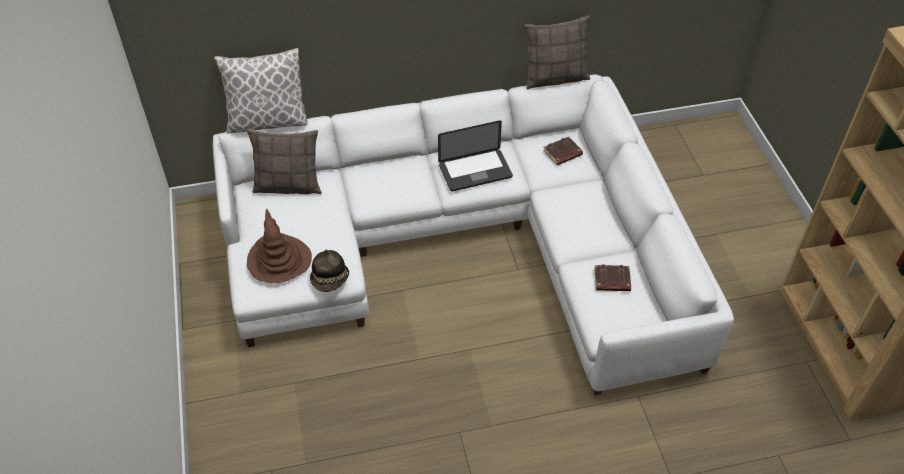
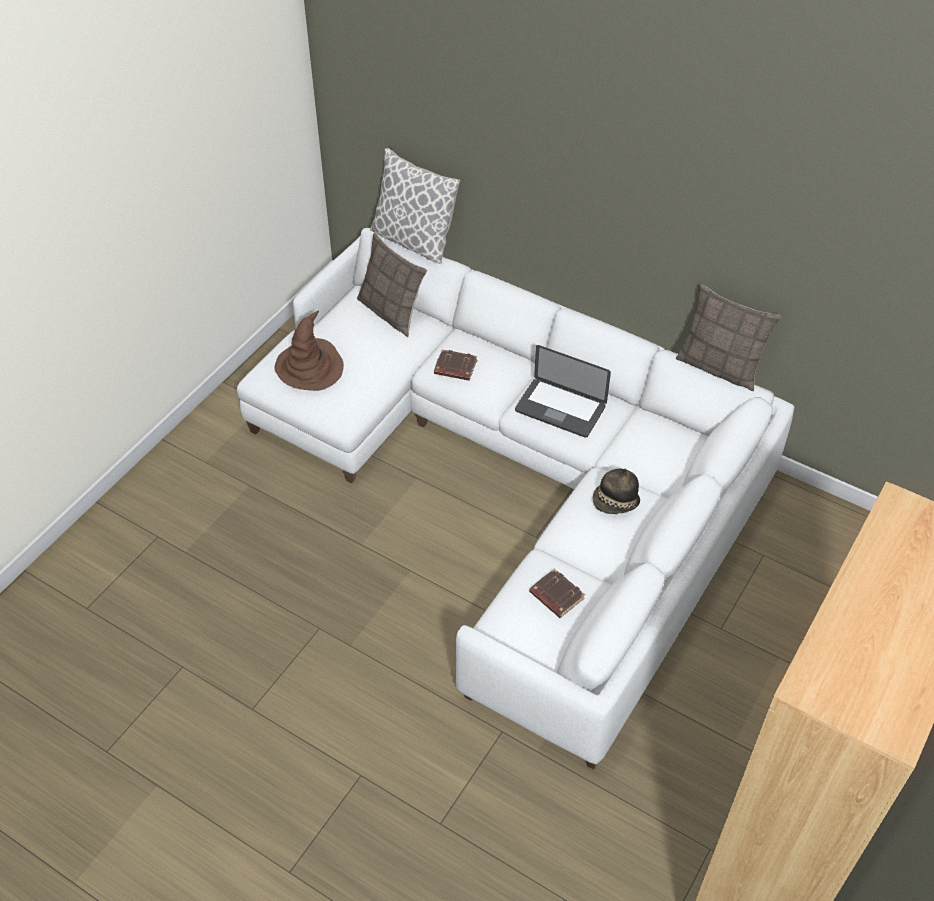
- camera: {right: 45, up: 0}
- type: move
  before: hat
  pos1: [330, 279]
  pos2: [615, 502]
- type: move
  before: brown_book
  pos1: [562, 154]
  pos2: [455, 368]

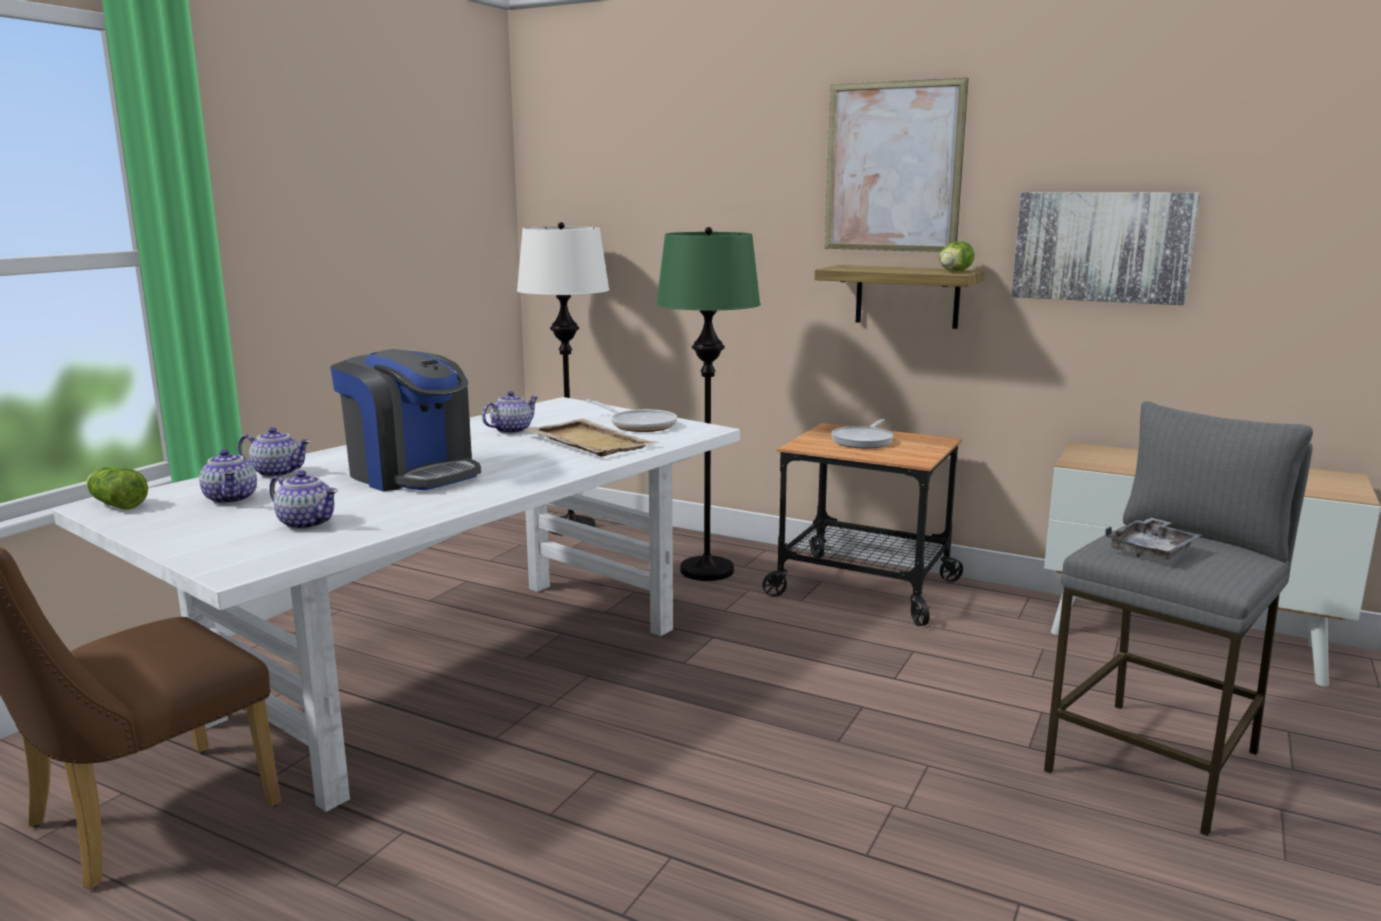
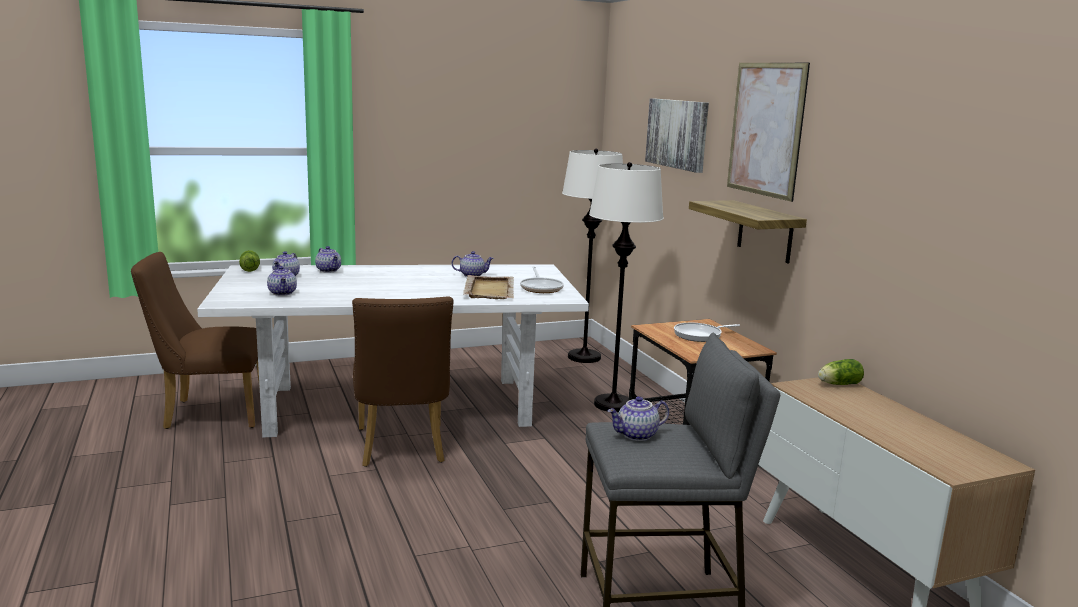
- camera: {right: 40, up: 0}
- type: delete
  before: coffee_machine
  pos1: [412, 474]
- type: insert
  after: brown_chair
  pos2: [401, 449]
- type: move
  before: lettuce
  pos1: [953, 271]
  pos2: [837, 384]
- type: move
  before: picture
  pos1: [1101, 247]
  pos2: [677, 134]
- type: replace
  before: grey_tray
  after: teapot
  pos1: [1152, 550]
  pos2: [637, 435]
- type: recolor
  before: green_floor_lamp
  after: white_floor_lamp
  pos1: [707, 570]
  pos2: [613, 404]

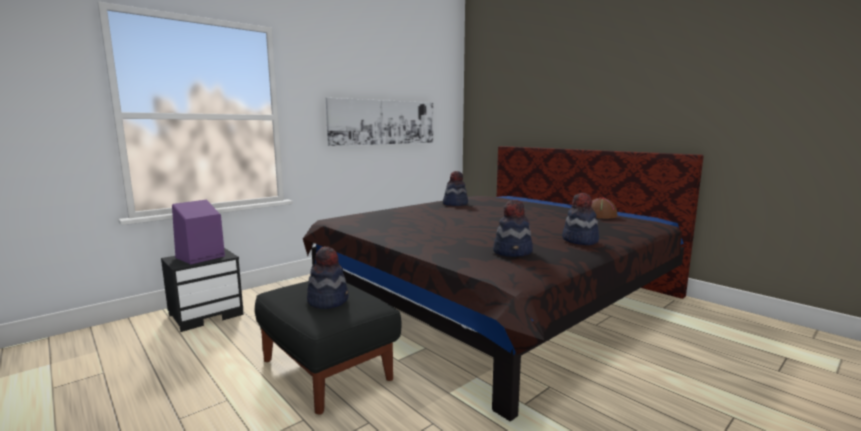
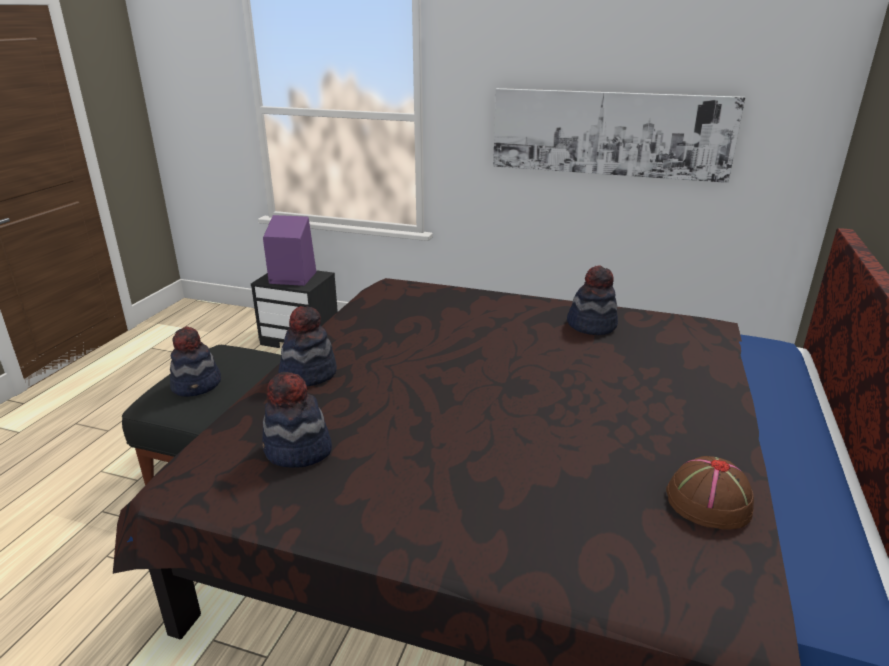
- camera: {right: 60, up: 15}
- type: move
  before: hat
  pos1: [579, 240]
  pos2: [308, 374]

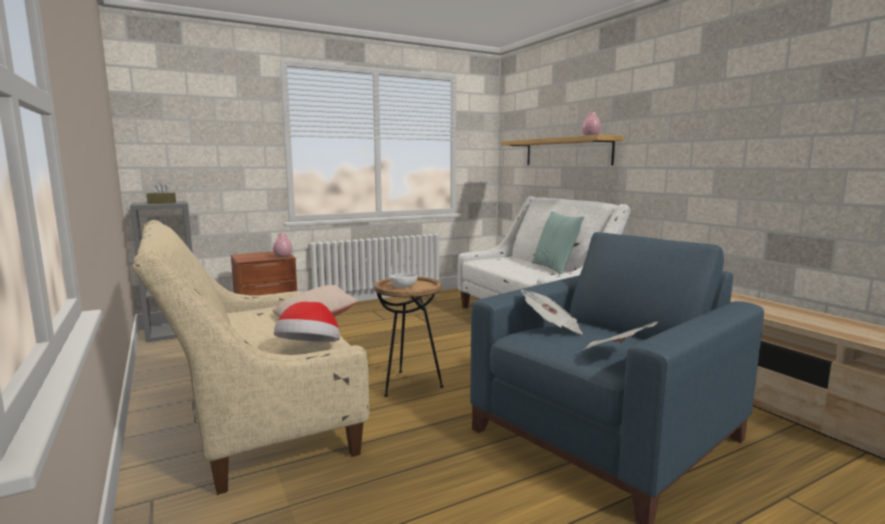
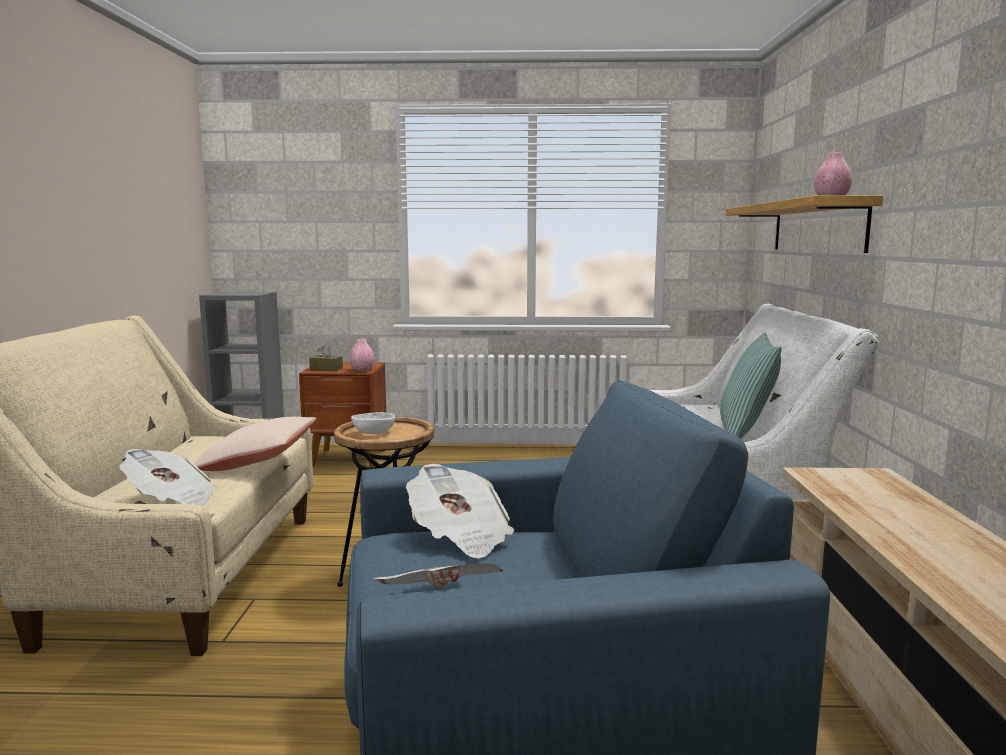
- camera: {right: 30, up: 0}
- type: move
  before: brown_tissue_box
  pos1: [162, 203]
  pos2: [326, 369]
- type: replace
  before: hat
  after: newspaper
  pos1: [309, 350]
  pos2: [172, 500]

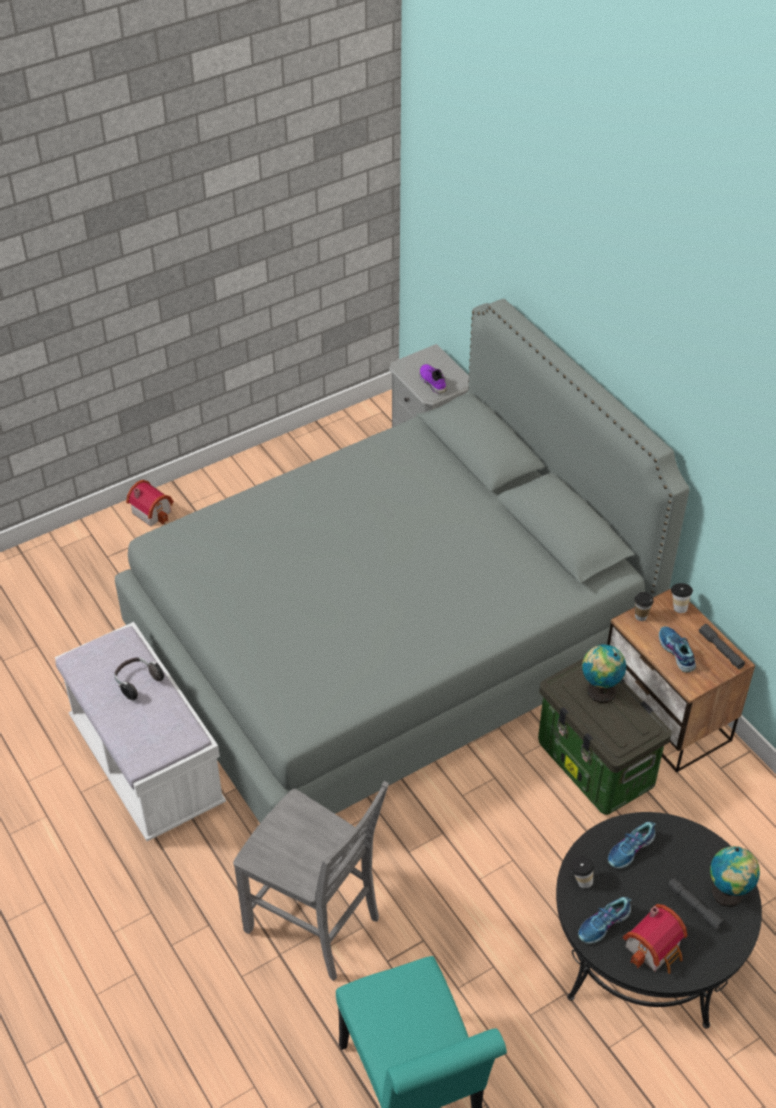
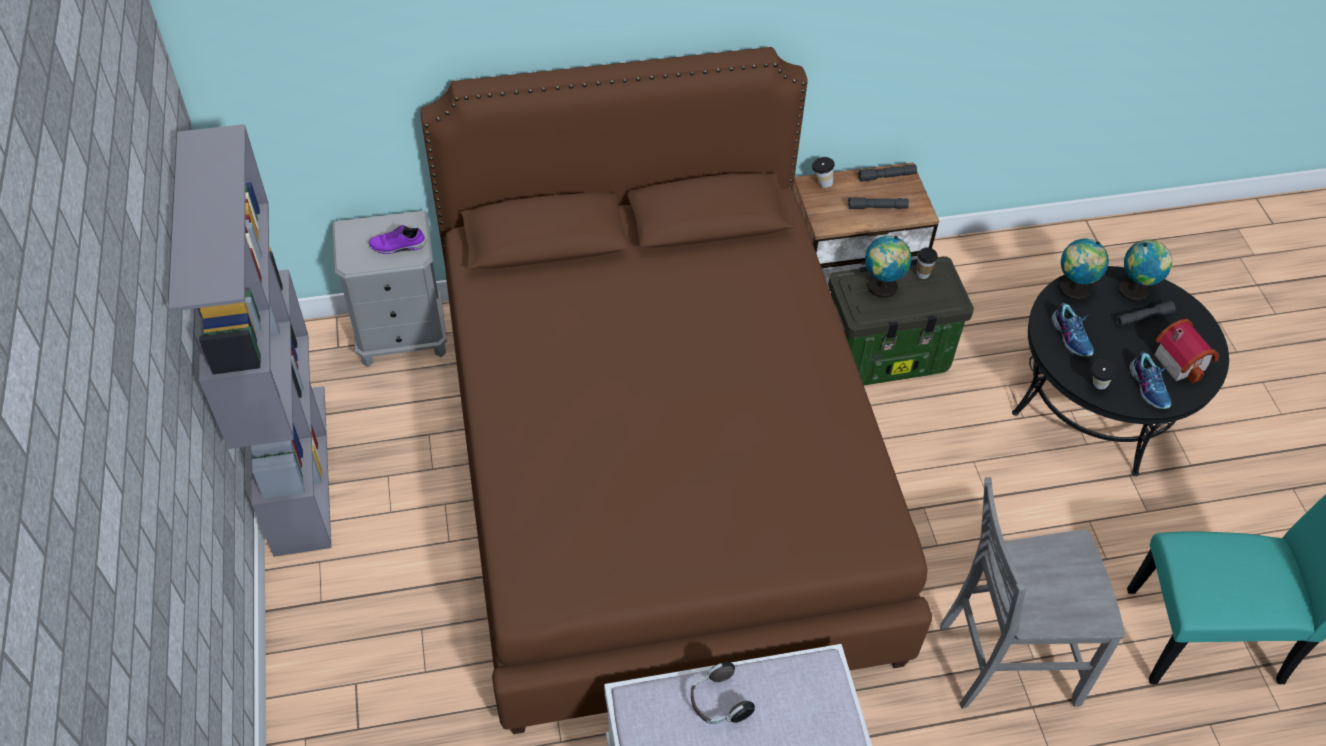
- camera: {right: -70, up: 5}
- type: delete
  before: toy_house
  pos1: [152, 511]
- type: insert
  after: grey_bookcase
  pos2: [298, 467]
- type: insert
  after: globe
  pos2: [1072, 290]
- type: move
  before: cup
  pos1: [640, 616]
  pos2: [923, 274]
- type: replace
  before: shoe
  after: grey_flashlight
  pos1: [676, 652]
  pos2: [877, 207]
- type: recolor
  before: grey_bed
  after: brown_bed
  pos1: [388, 645]
  pos2: [659, 470]
- type: rotate
  before: grey_chair
  pos1: [315, 925]
  pos2: [1004, 661]
  turn: -150

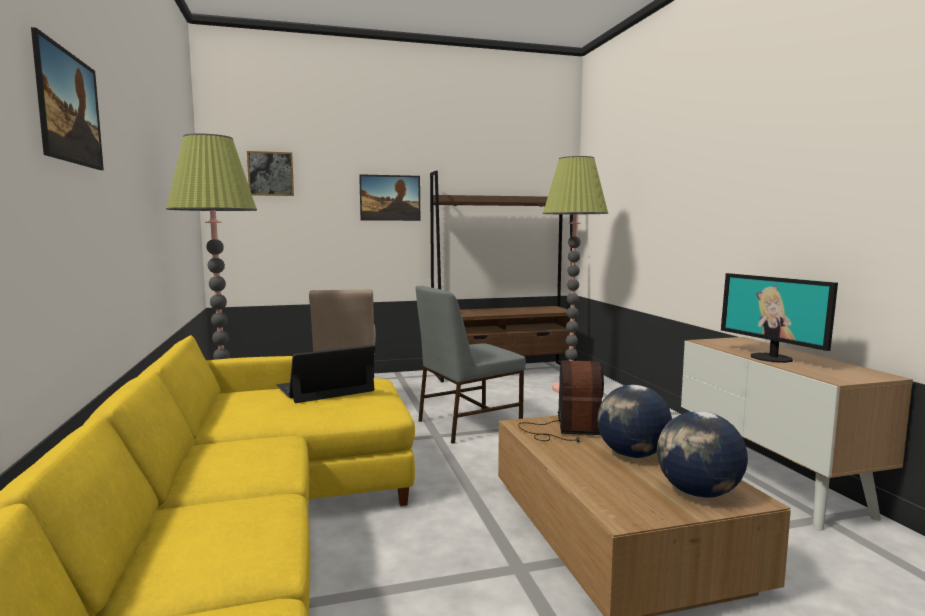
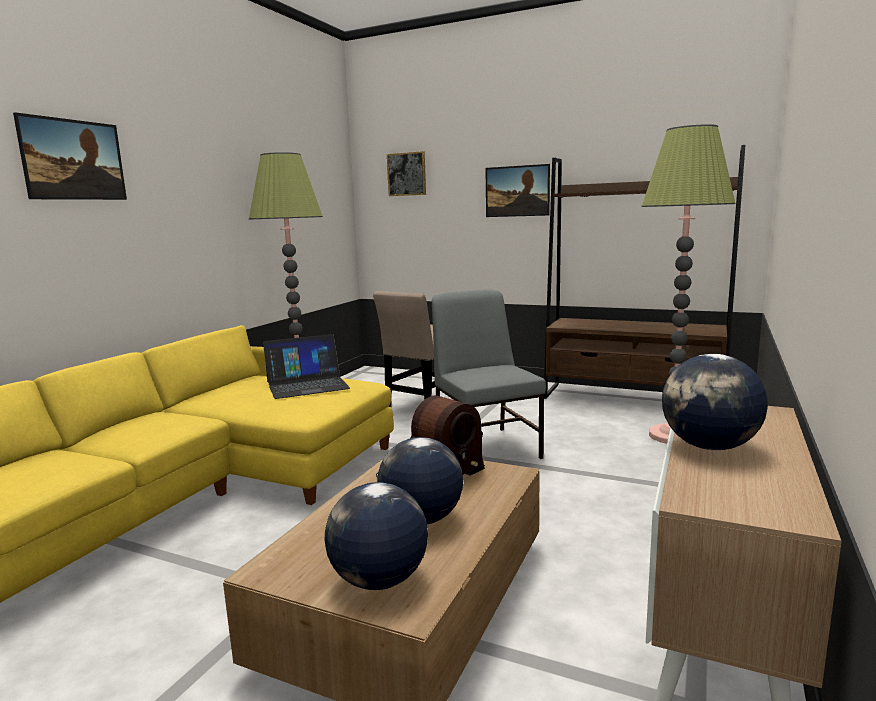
- camera: {right: 40, up: 5}
- type: replace
  before: monitor
  after: globe
  pos1: [772, 358]
  pos2: [710, 447]
- type: rotate
  before: laptop
  pos1: [325, 388]
  pos2: [307, 385]
  turn: 150
- type: rotate
  before: grey_chair
  pos1: [467, 424]
  pos2: [486, 448]
  turn: 60

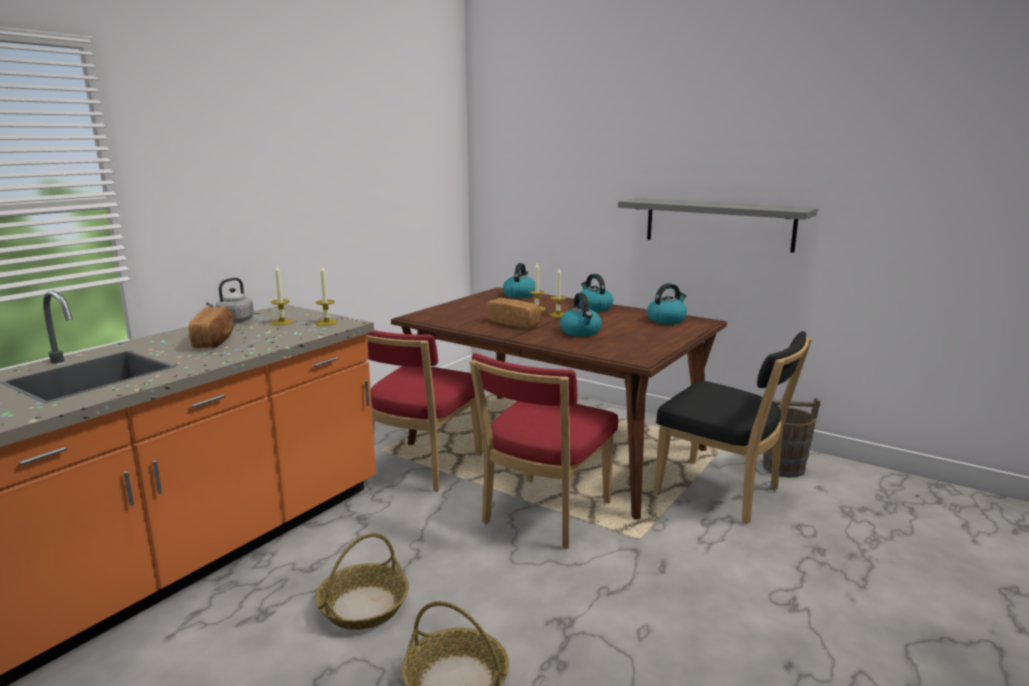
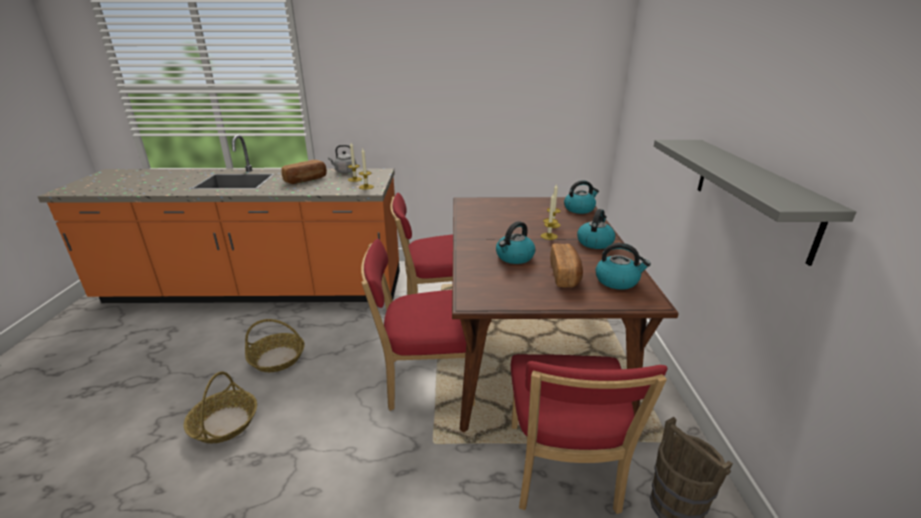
- camera: {right: 55, up: 10}
- type: move
  before: bread
  pos1: [514, 323]
  pos2: [565, 275]
- type: recolor
  before: black_chair
  after: red_chair
  pos1: [722, 493]
  pos2: [562, 472]

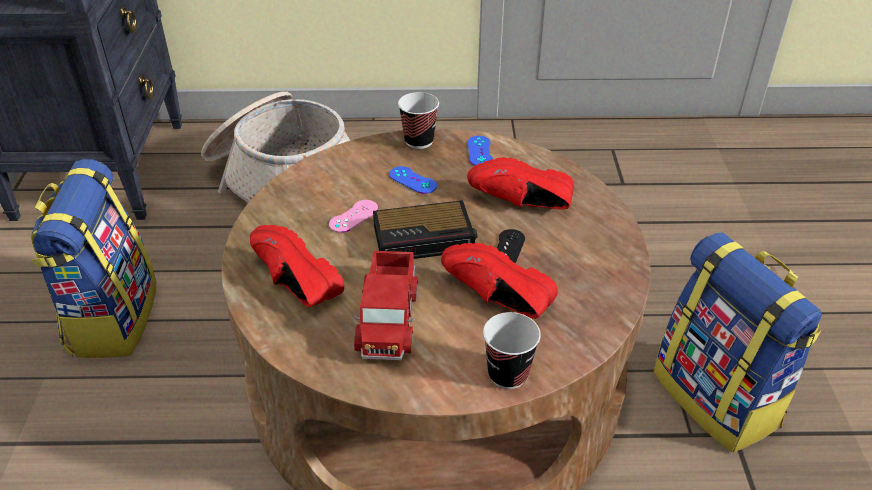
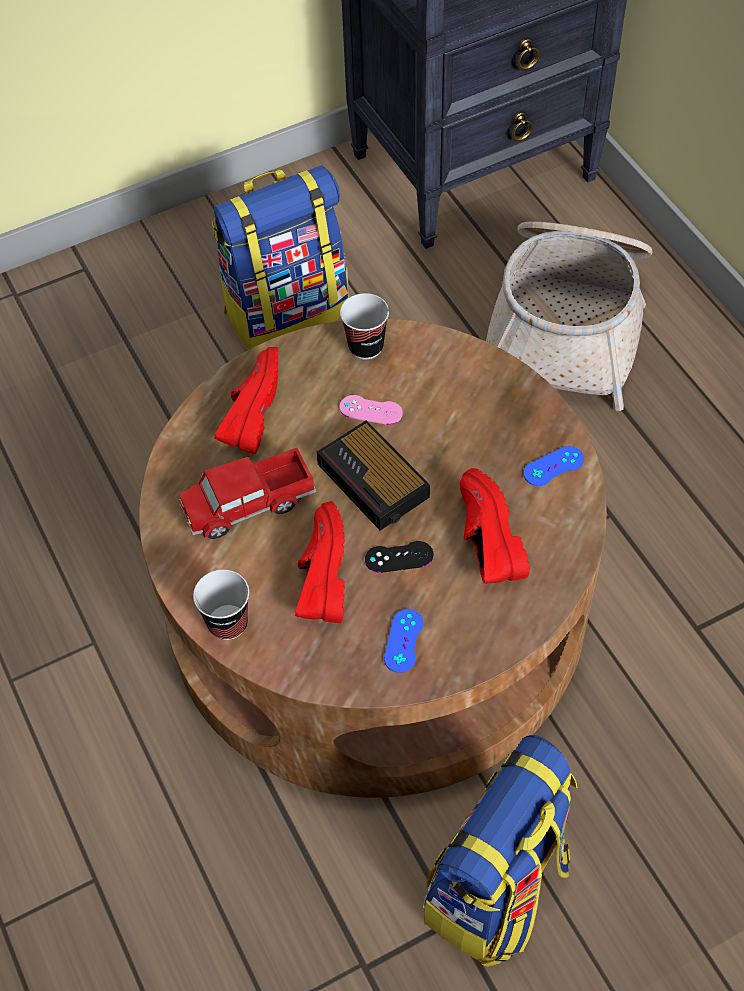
- camera: {right: 65, up: 15}
- type: move
  before: blue_game_controller
  pos1: [412, 180]
  pos2: [403, 641]
- type: move
  before: cup
  pos1: [419, 141]
  pos2: [365, 347]

